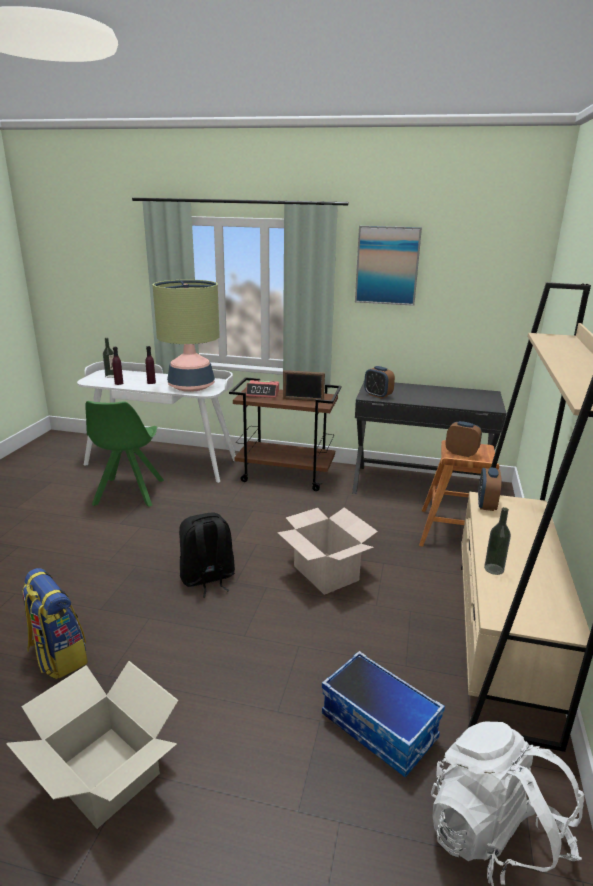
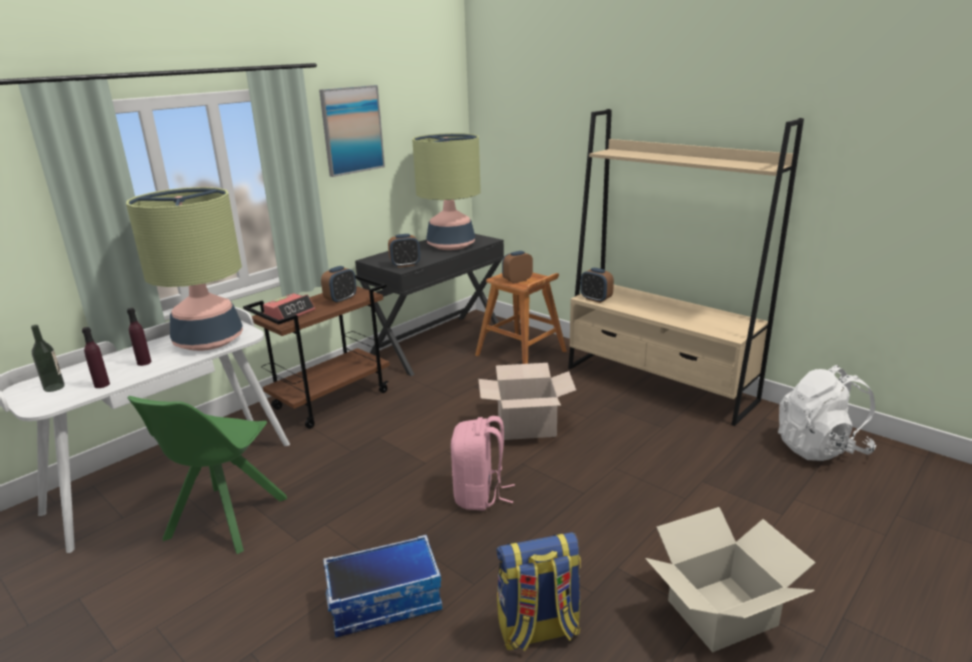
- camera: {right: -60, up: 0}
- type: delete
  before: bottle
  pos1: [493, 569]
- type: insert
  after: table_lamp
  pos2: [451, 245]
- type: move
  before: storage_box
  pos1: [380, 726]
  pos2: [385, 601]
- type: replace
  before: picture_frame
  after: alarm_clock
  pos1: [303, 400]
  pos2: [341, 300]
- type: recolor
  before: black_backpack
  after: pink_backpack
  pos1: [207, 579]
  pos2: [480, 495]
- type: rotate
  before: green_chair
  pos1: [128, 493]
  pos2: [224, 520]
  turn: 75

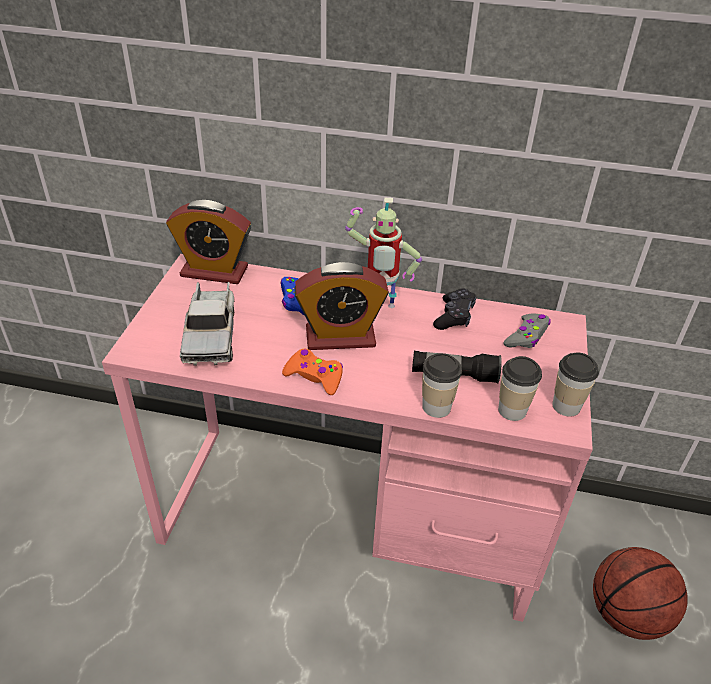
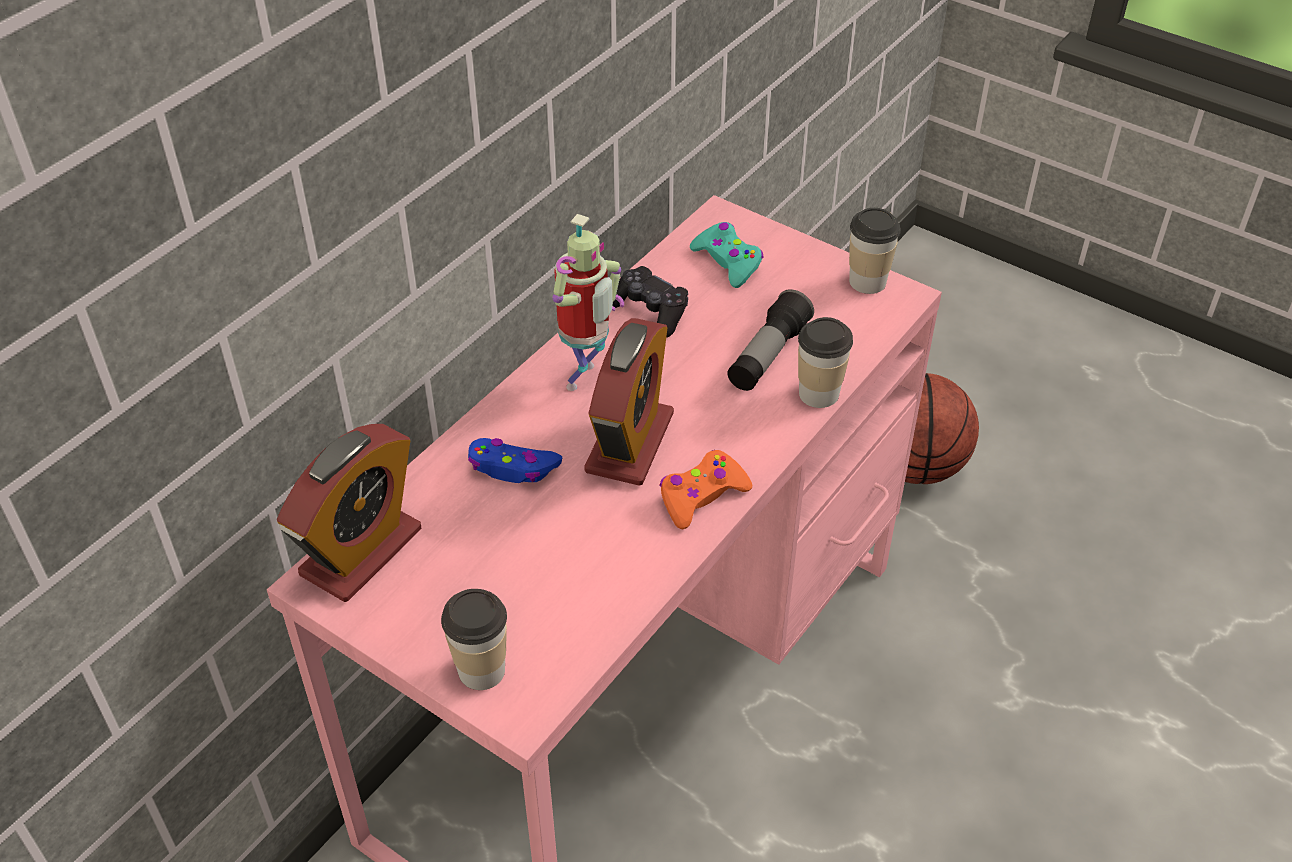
- camera: {right: -65, up: 5}
- type: delete
  before: toy_truck
  pos1: [211, 334]
- type: move
  before: cup
  pos1: [512, 410]
  pos2: [481, 670]
- type: recolor
  before: grey_game_controller
  after: turquoise_game_controller
  pos1: [527, 336]
  pos2: [728, 261]

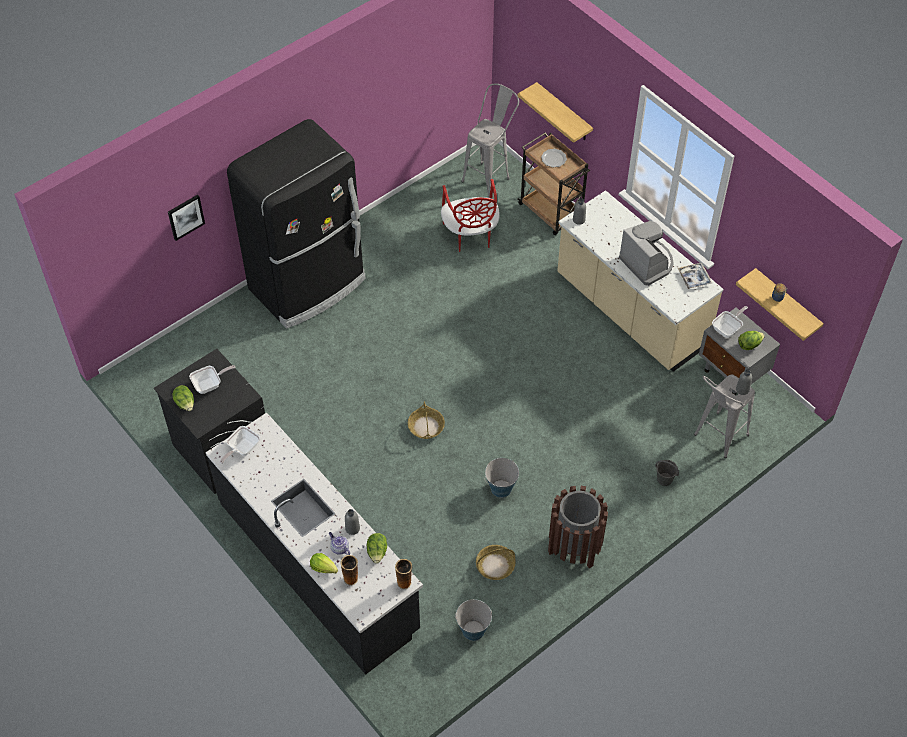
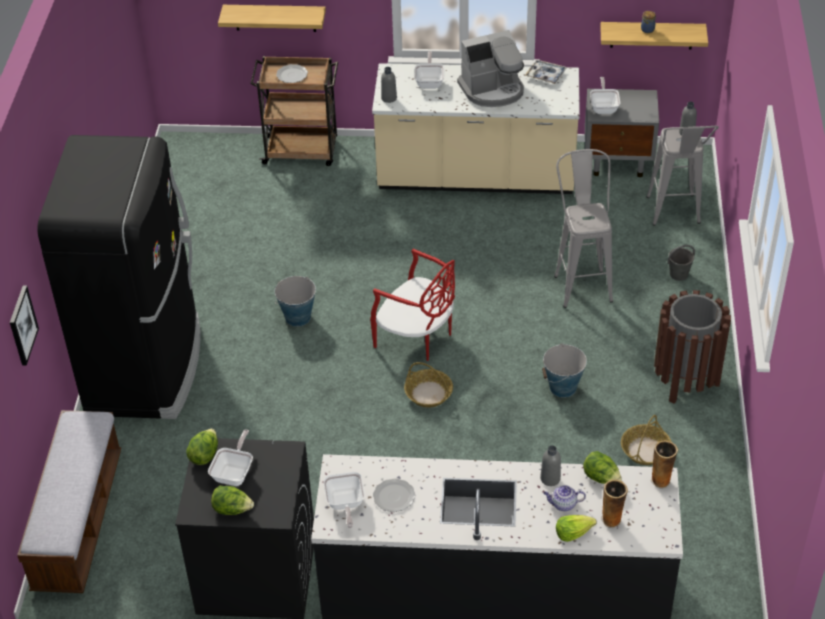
- camera: {right: -45, up: -10}
- type: insert
  after: bench
  pos2: [78, 521]
- type: insert
  after: plate
  pos2: [393, 497]
- type: insert
  after: frying_pan
  pos2: [430, 82]
- type: move
  before: red_chair
  pos1: [470, 235]
  pos2: [417, 337]
- type: move
  before: bucket
  pos1: [473, 630]
  pos2: [297, 317]
- type: move
  before: grey_stool
  pos1: [490, 176]
  pos2: [581, 282]
- type: move
  before: lettuce
  pos1: [749, 345]
  pos2: [204, 455]
- type: rotate
  before: coffee_machine
  pos1: [647, 263]
  pos2: [492, 90]
  turn: 150

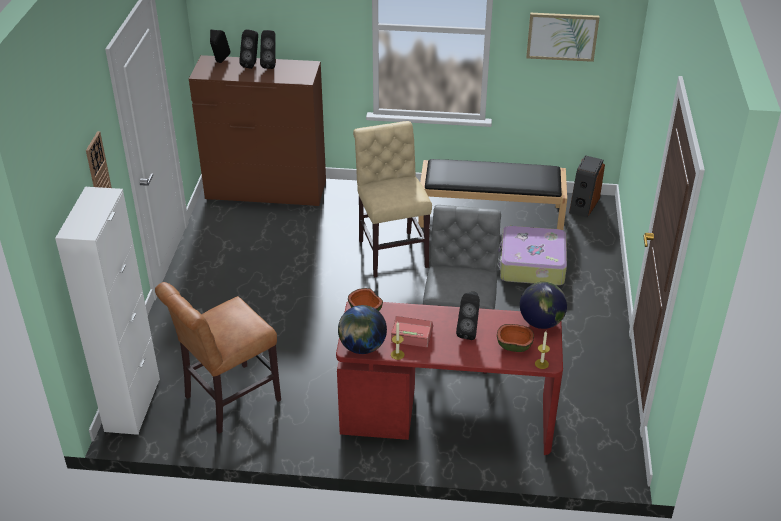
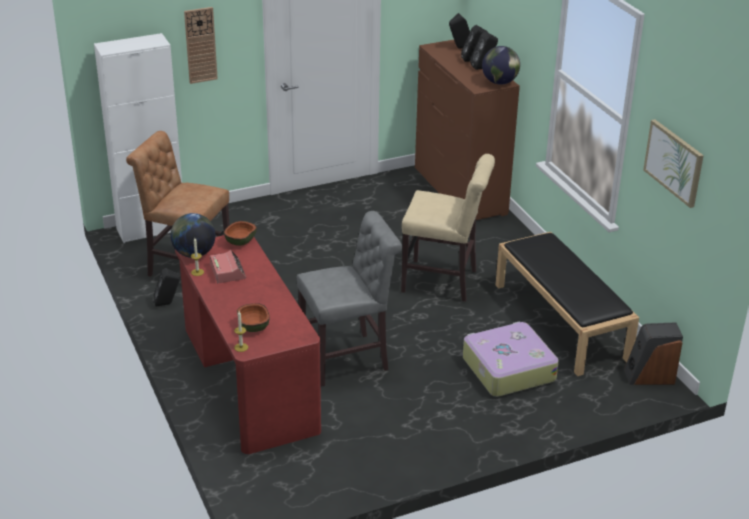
- camera: {right: 60, up: -5}
- type: move
  before: black_speaker
  pos1: [468, 331]
  pos2: [167, 304]
- type: move
  before: globe
  pos1: [541, 322]
  pos2: [499, 82]
- type: rotate
  before: beige_chair
  pos1: [391, 251]
  pos2: [444, 282]
  turn: 60

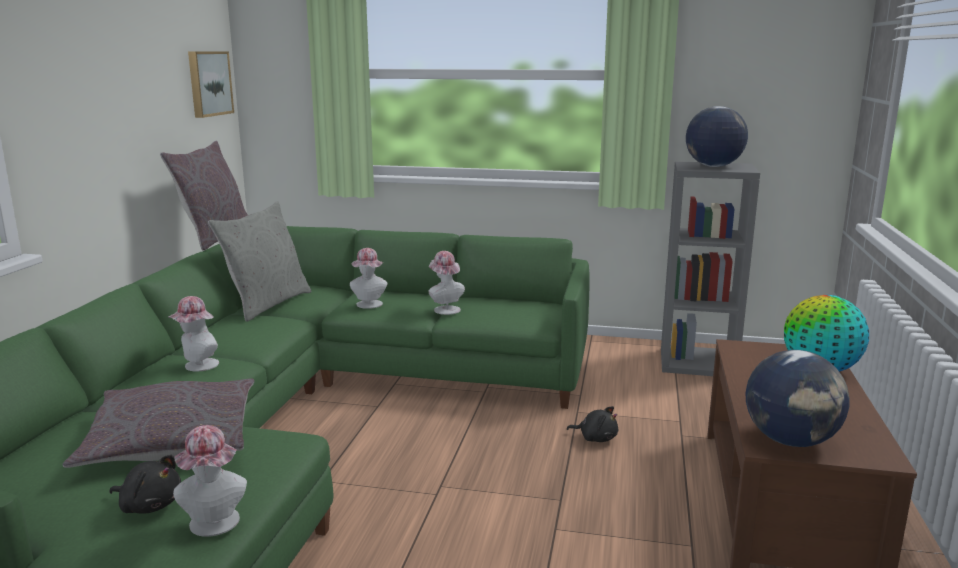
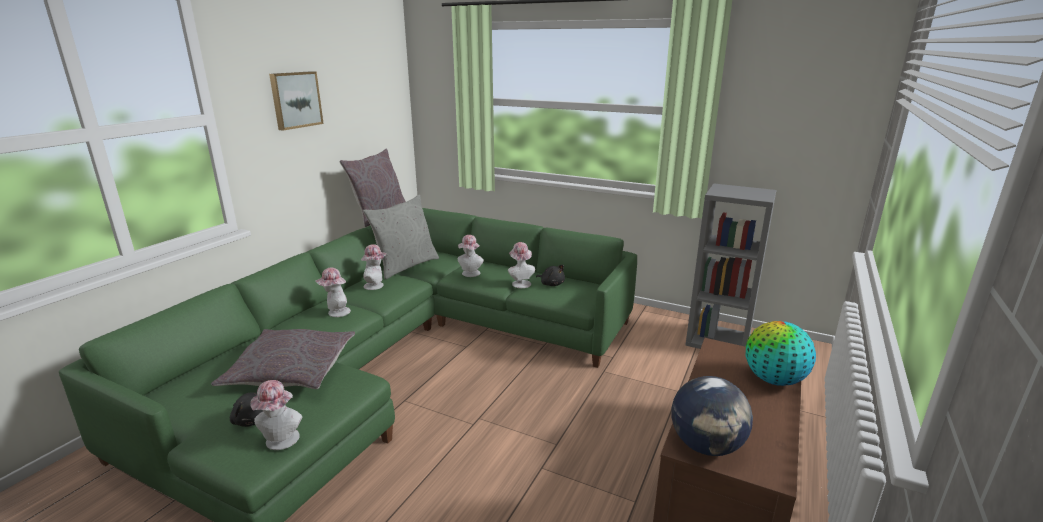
- camera: {right: 15, up: 5}
- type: delete
  before: globe
  pos1: [713, 166]
- type: insert
  after: hat
  pos2: [376, 286]
- type: move
  before: picture
  pos1: [208, 83]
  pos2: [295, 100]
- type: move
  before: black_plush_toy
  pos1: [596, 438]
  pos2: [551, 284]

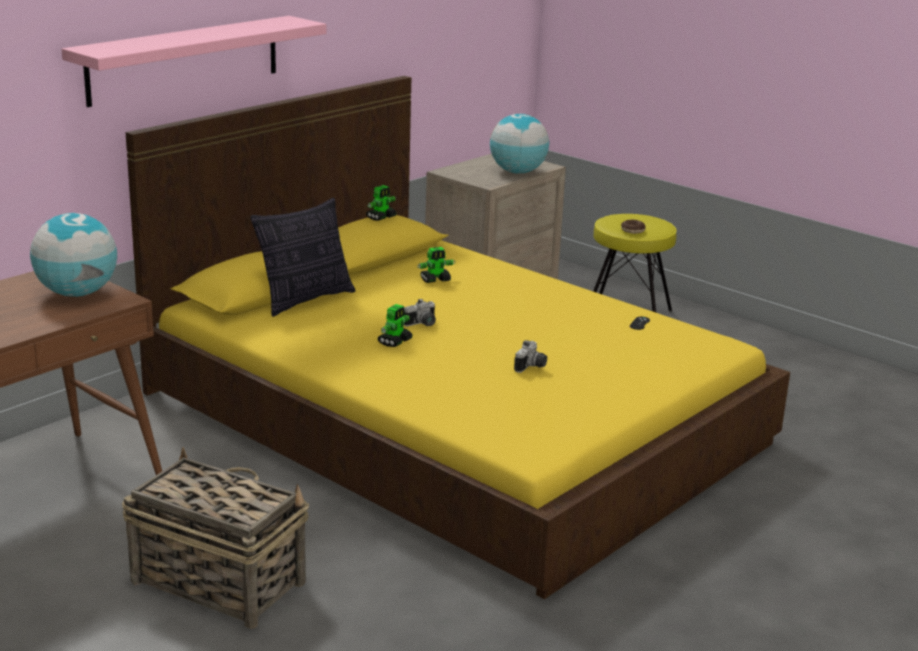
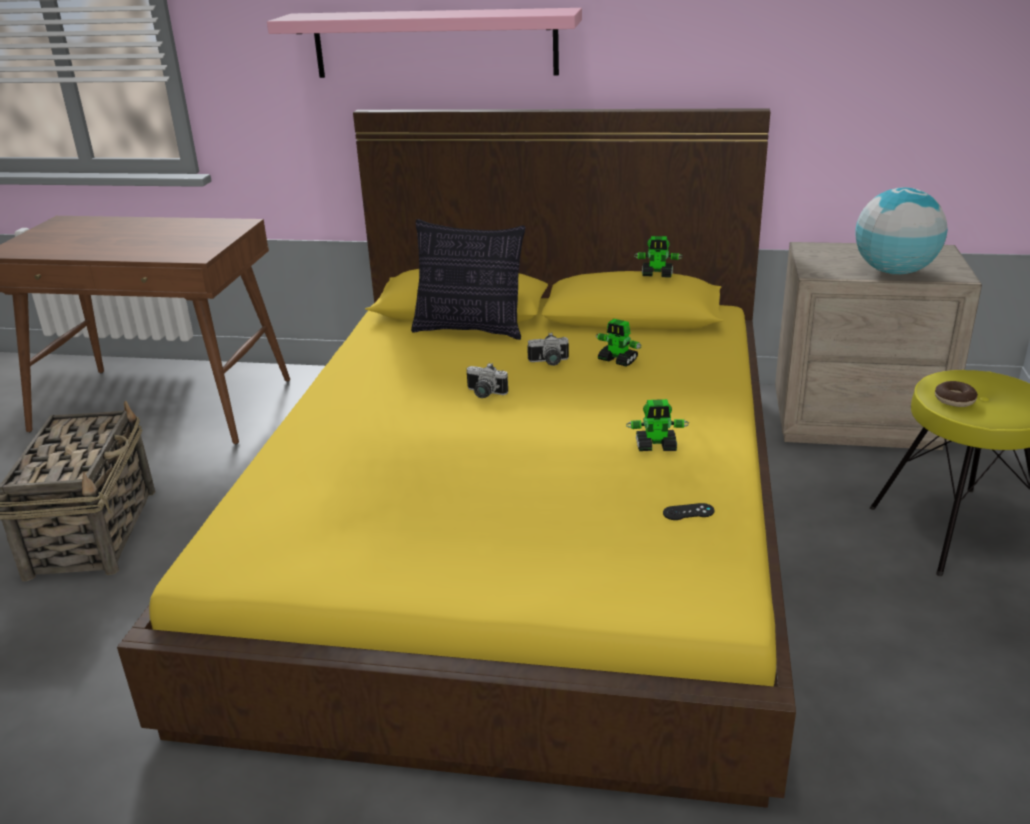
- camera: {right: 60, up: 5}
- type: delete
  before: globe
  pos1: [77, 293]
- type: move
  before: toy_robot
  pos1: [395, 341]
  pos2: [656, 446]
- type: move
  before: photo_camera
  pos1: [531, 367]
  pos2: [549, 362]

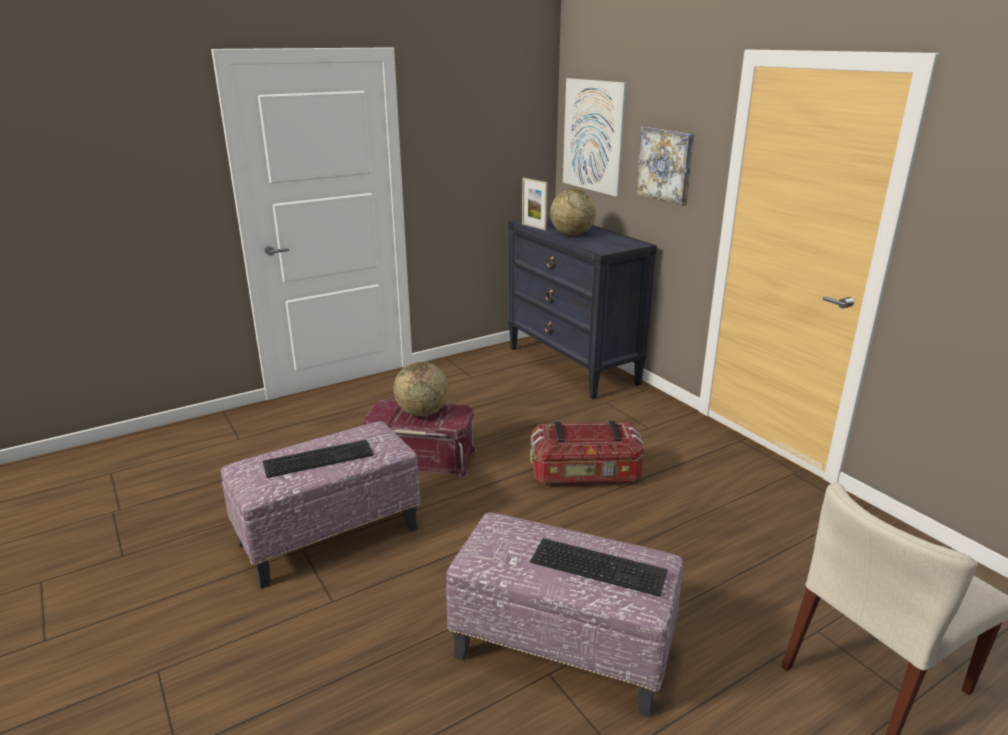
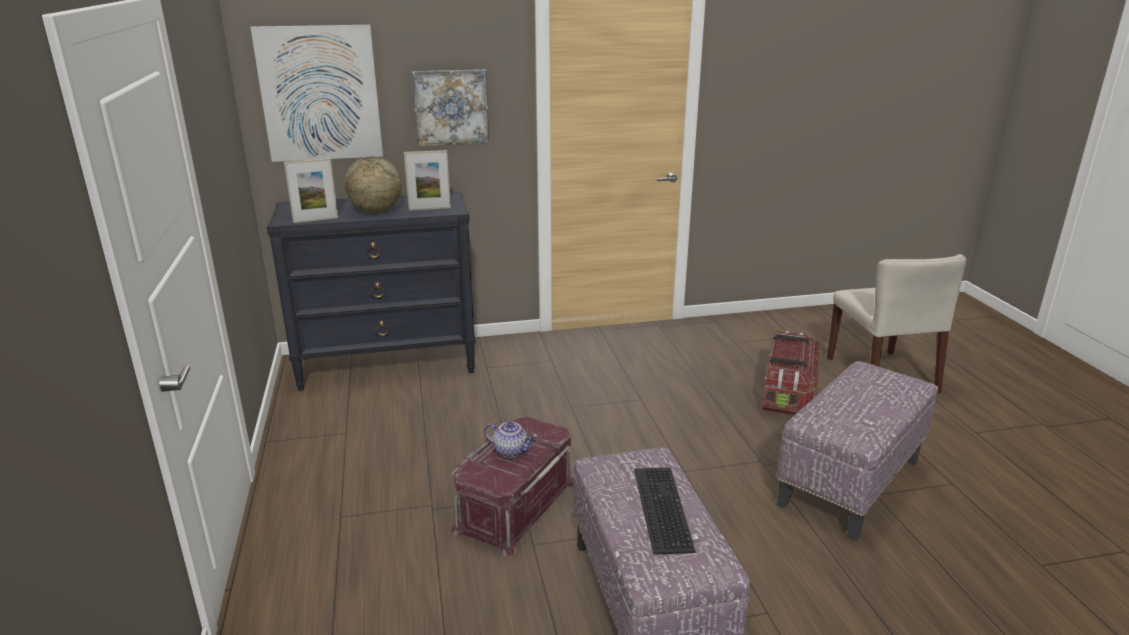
- camera: {right: -70, up: 0}
- type: delete
  before: keyboard
  pos1: [600, 565]
- type: insert
  after: picture_frame
  pos2: [429, 208]
- type: move
  before: storage_box
  pos1: [585, 475]
  pos2: [788, 392]
- type: replace
  before: globe
  after: teapot
  pos1: [422, 413]
  pos2: [511, 451]

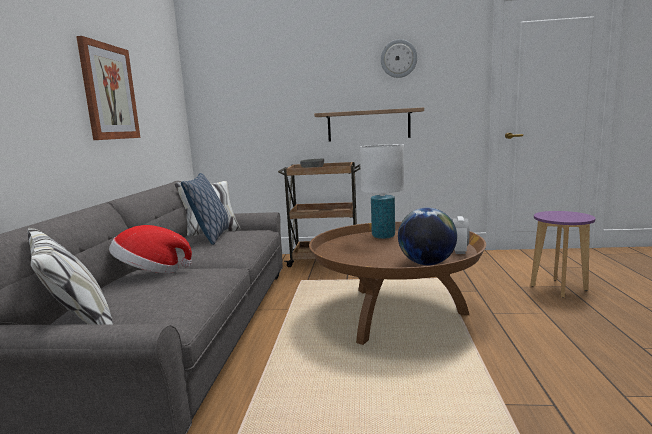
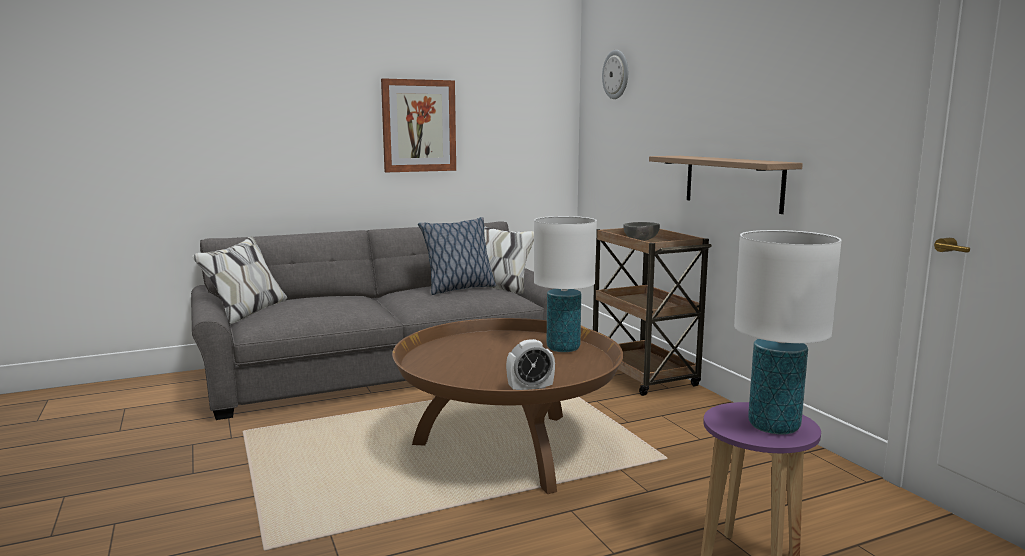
- camera: {right: 60, up: 0}
- type: delete
  before: hat
  pos1: [151, 272]
- type: delete
  before: globe
  pos1: [427, 263]
- type: insert
  after: white_table_lamp
  pos2: [774, 426]
- type: move
  before: wall_clock
  pos1: [398, 58]
  pos2: [616, 74]

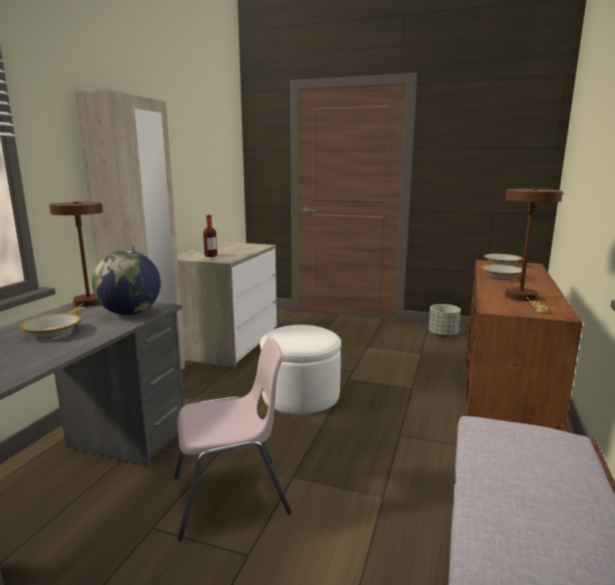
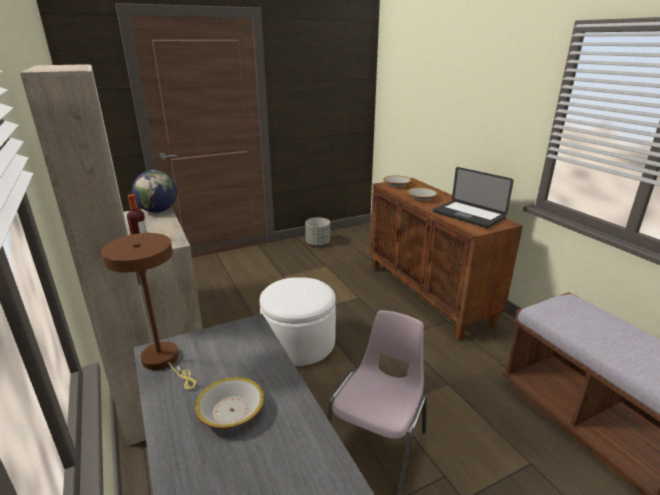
- camera: {right: -45, up: 10}
- type: move
  before: globe
  pos1: [130, 313]
  pos2: [158, 211]
- type: replace
  before: brown_table_lamp
  after: laptop
  pos1: [523, 298]
  pos2: [468, 215]

